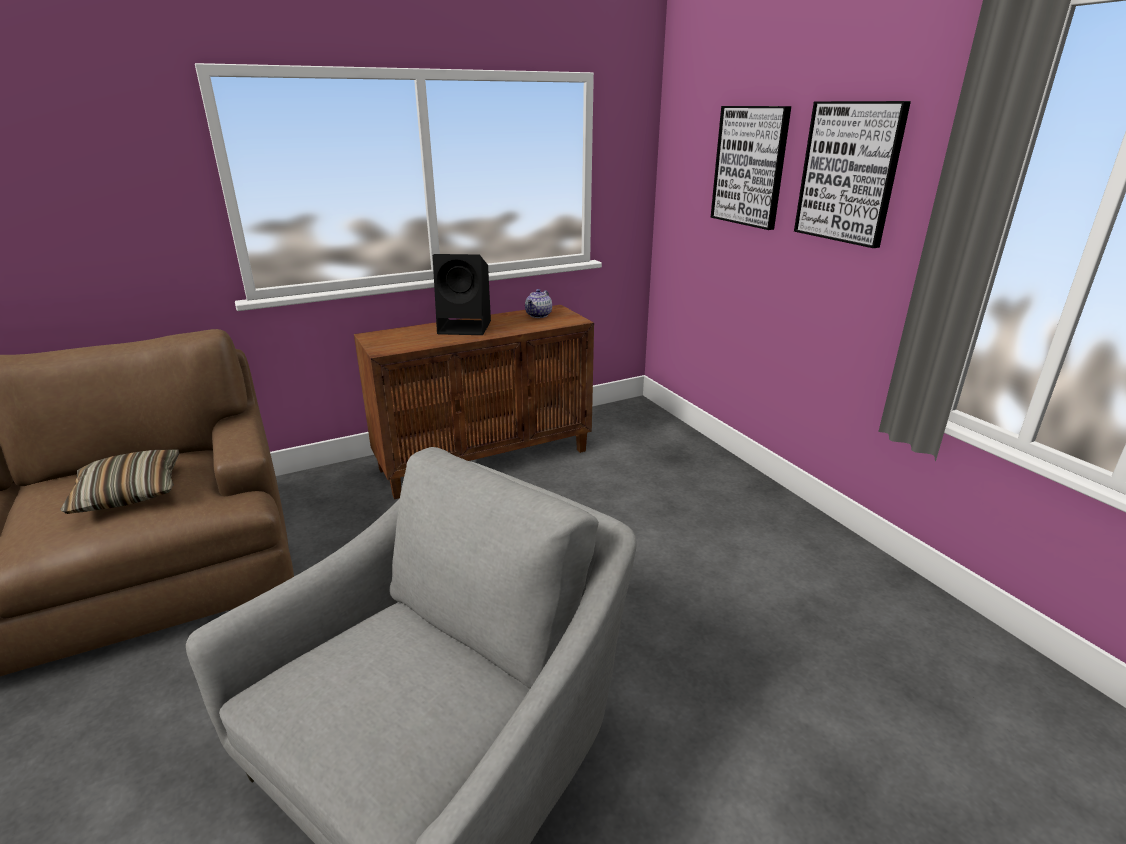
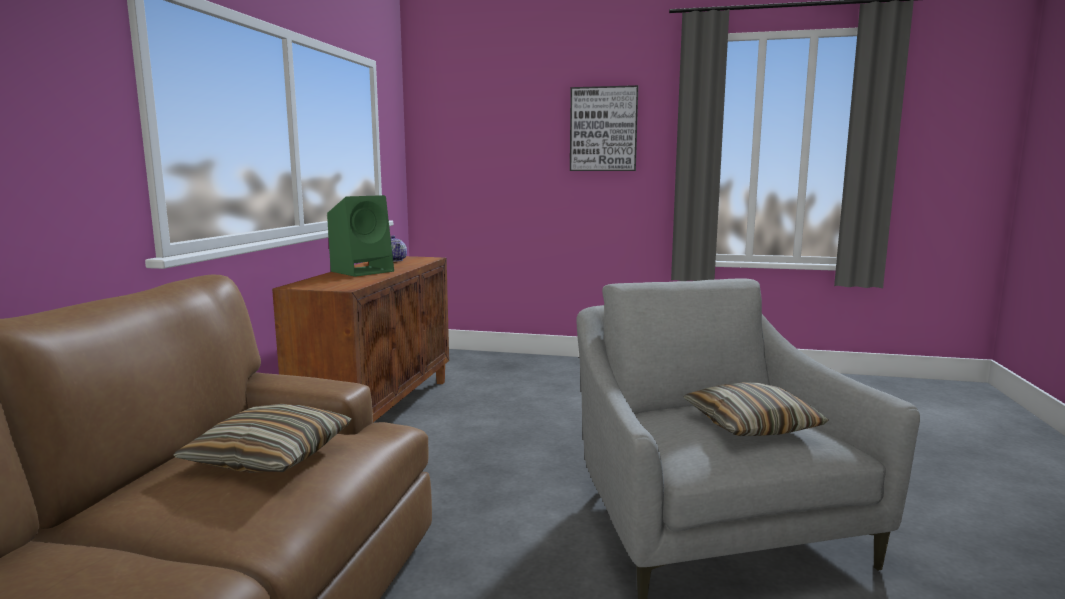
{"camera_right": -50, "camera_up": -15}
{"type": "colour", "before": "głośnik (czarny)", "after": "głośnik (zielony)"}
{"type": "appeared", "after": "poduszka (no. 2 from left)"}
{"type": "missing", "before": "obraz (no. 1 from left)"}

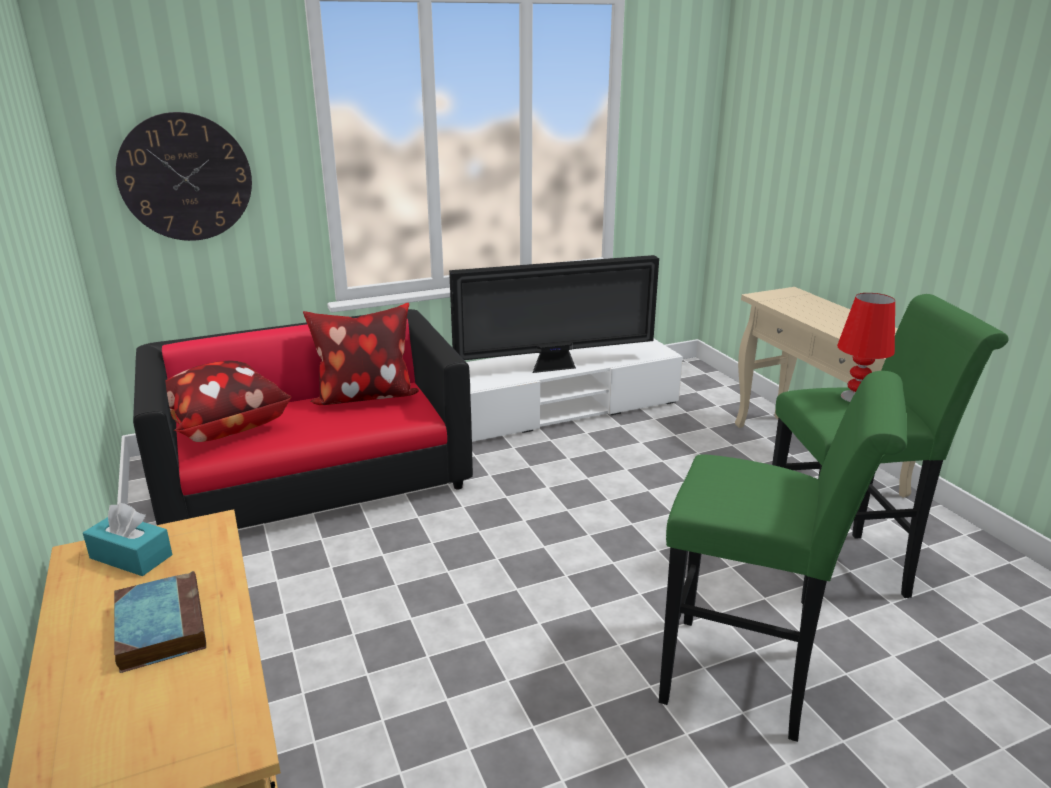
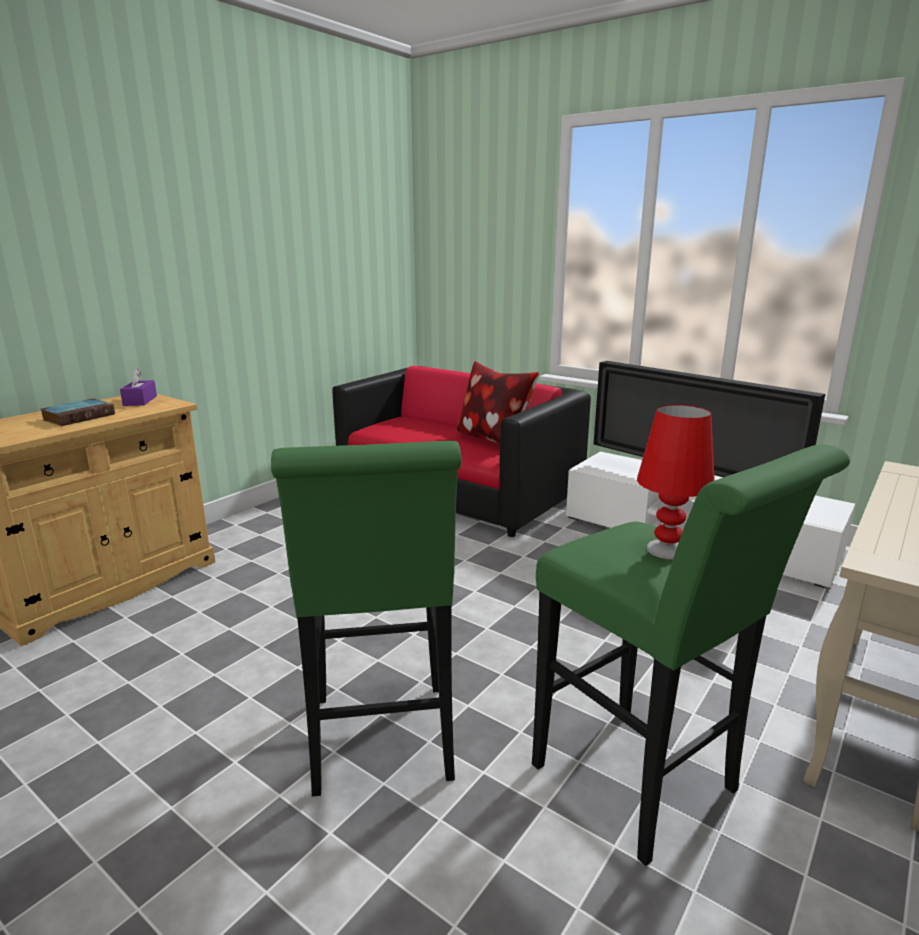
{"camera_right": 60, "camera_up": -5}
{"type": "colour", "before": "pudełko chusteczek (turkusowy)", "after": "pudełko chusteczek (fioletowy)"}
{"type": "missing", "before": "zegar ścienny"}
{"type": "missing", "before": "poduszka (no. 1 from left)"}

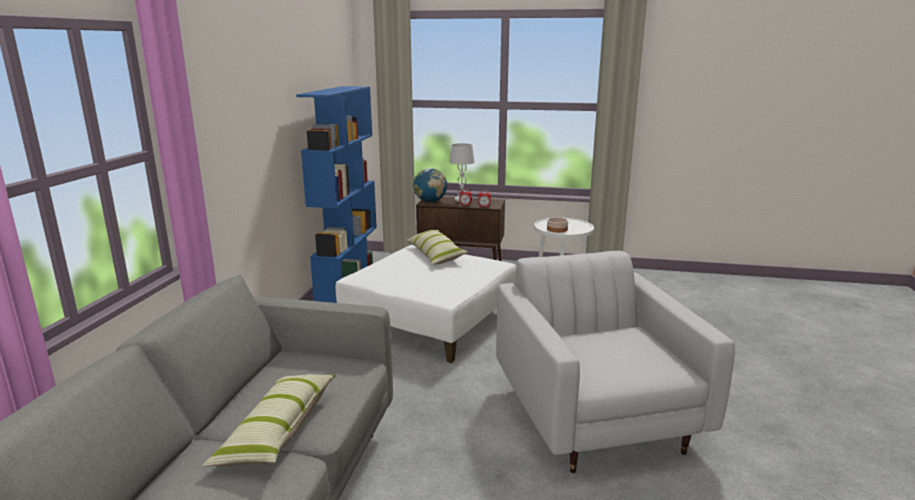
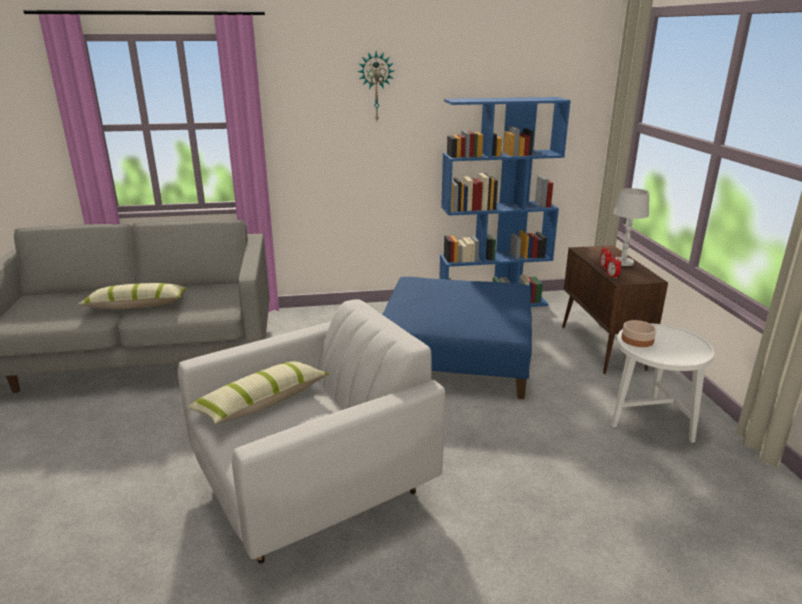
{"camera_right": 70, "camera_up": 5}
{"type": "relocated", "before": "poduszka (no. 2 from left)"}
{"type": "appeared", "after": "zegar ścienny"}
{"type": "colour", "before": "pufa (biały)", "after": "pufa (niebieski)"}
{"type": "missing", "before": "globus"}

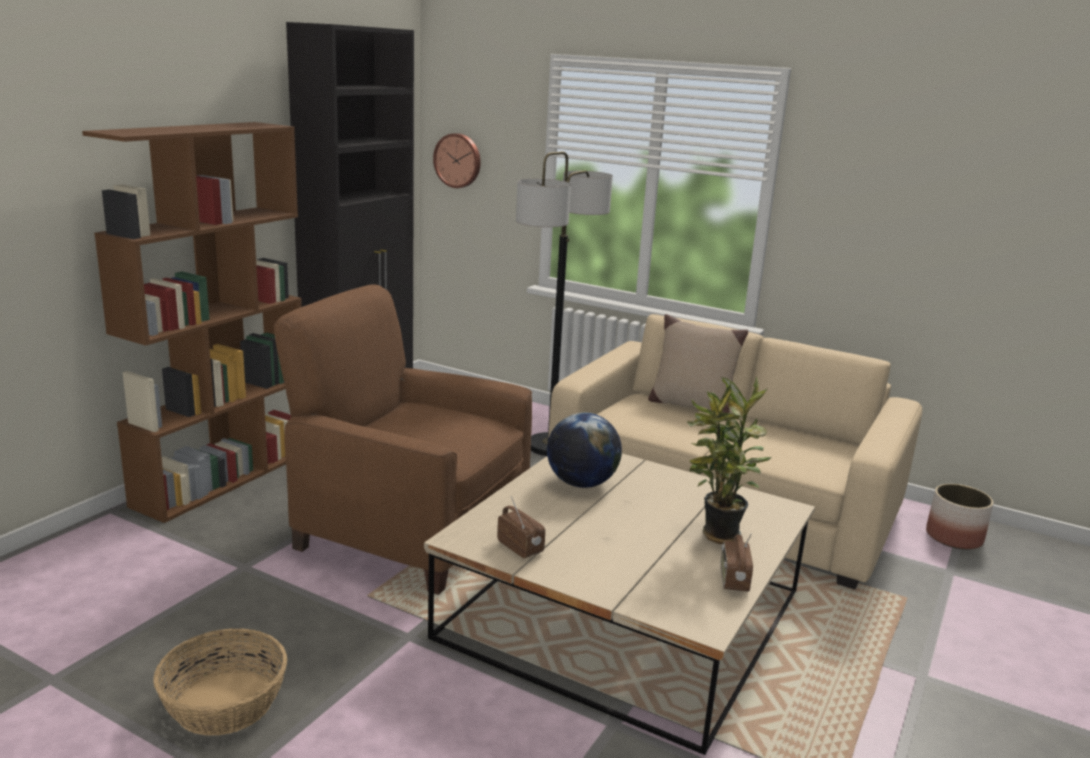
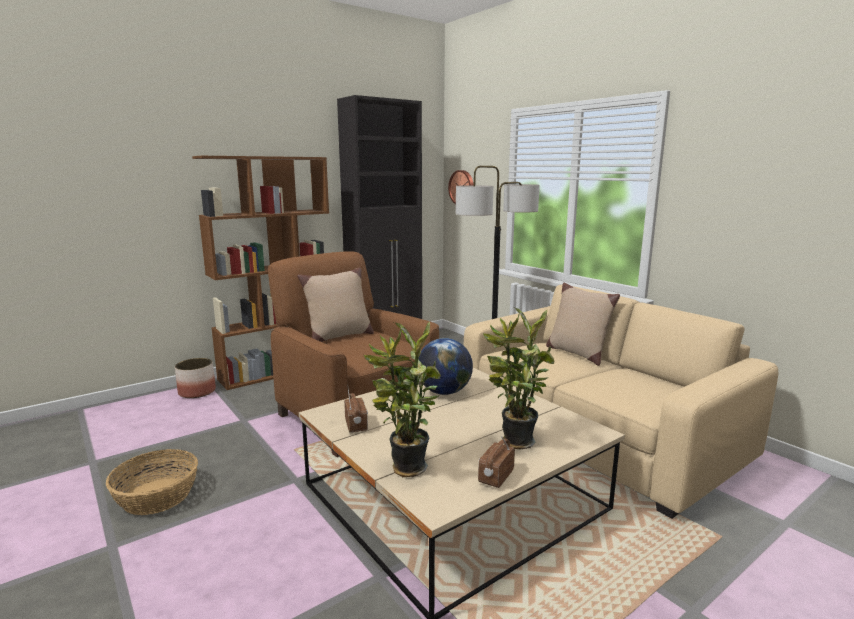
{"camera_right": 25, "camera_up": -5}
{"type": "relocated", "before": "donica"}
{"type": "appeared", "after": "poduszka (beżowy) (no. 1 from left)"}
{"type": "appeared", "after": "roślina doniczkowa (no. 1 from left)"}

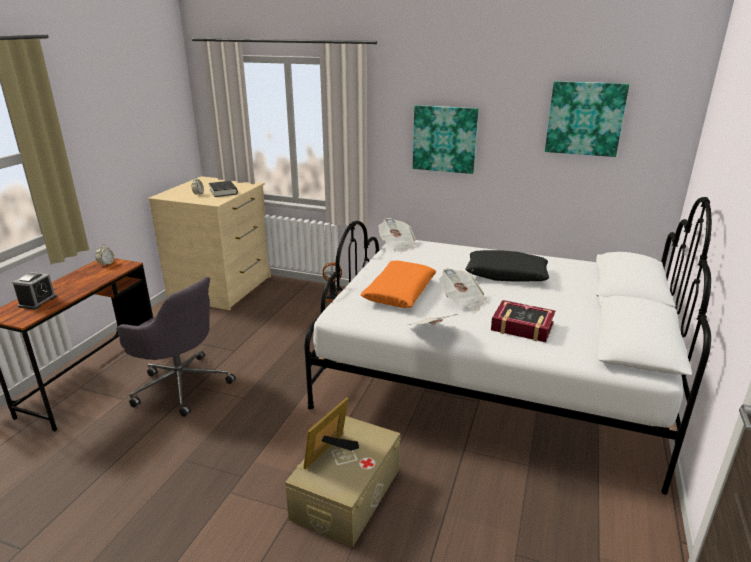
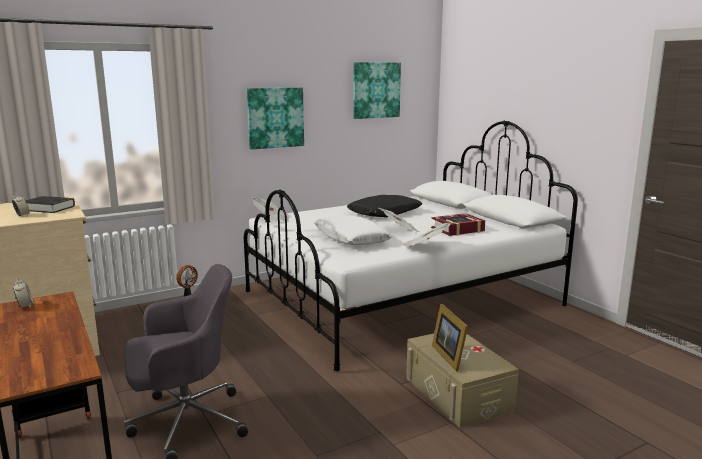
{"camera_right": -50, "camera_up": -10}
{"type": "colour", "before": "poduszka (pomarańczowy)", "after": "poduszka (biały)"}
{"type": "missing", "before": "budzik (no. 1 from left)"}

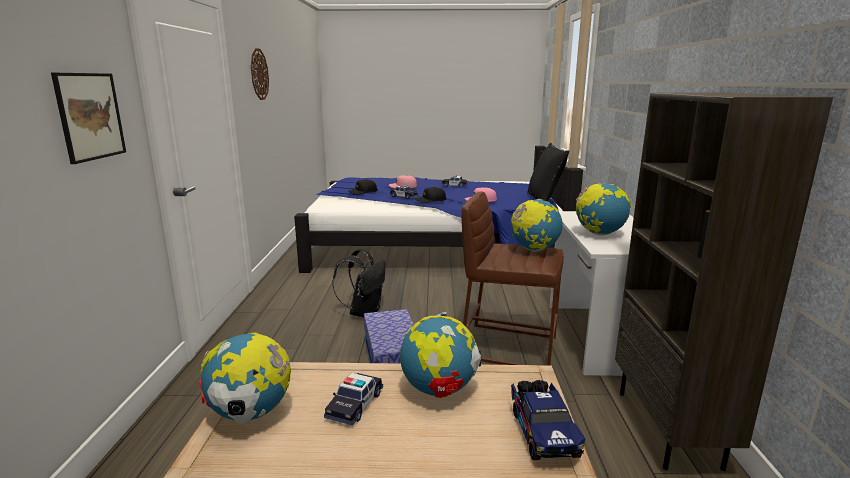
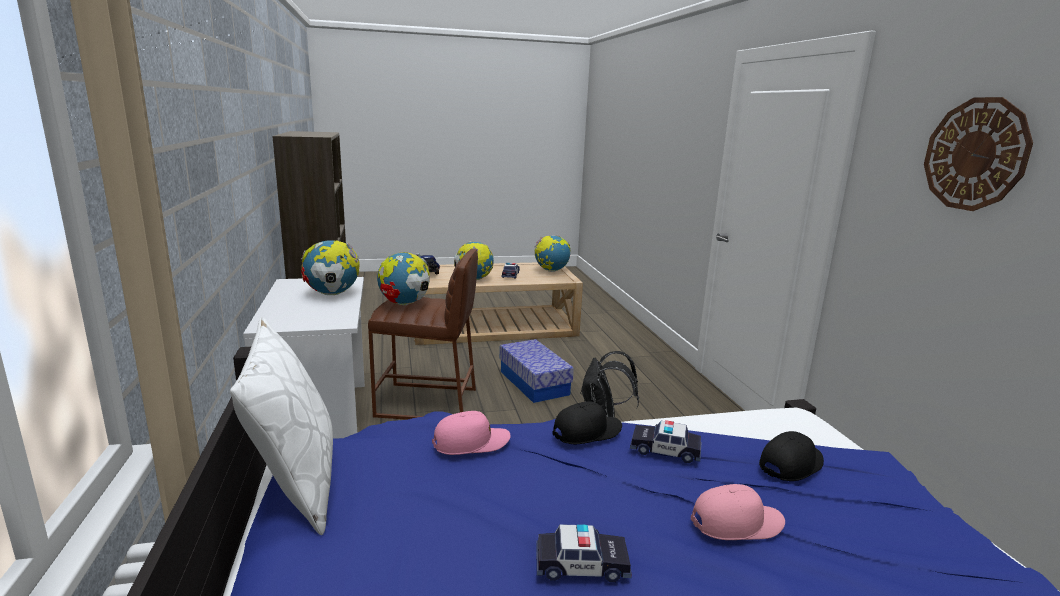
{"camera_right": 165, "camera_up": 0}
{"type": "colour", "before": "poduszka (czarny)", "after": "poduszka (biały)"}
{"type": "missing", "before": "obraz"}

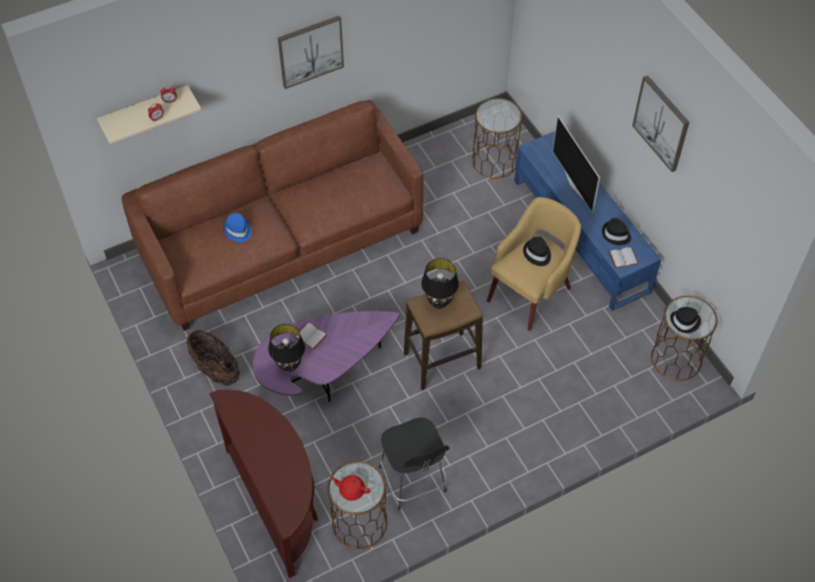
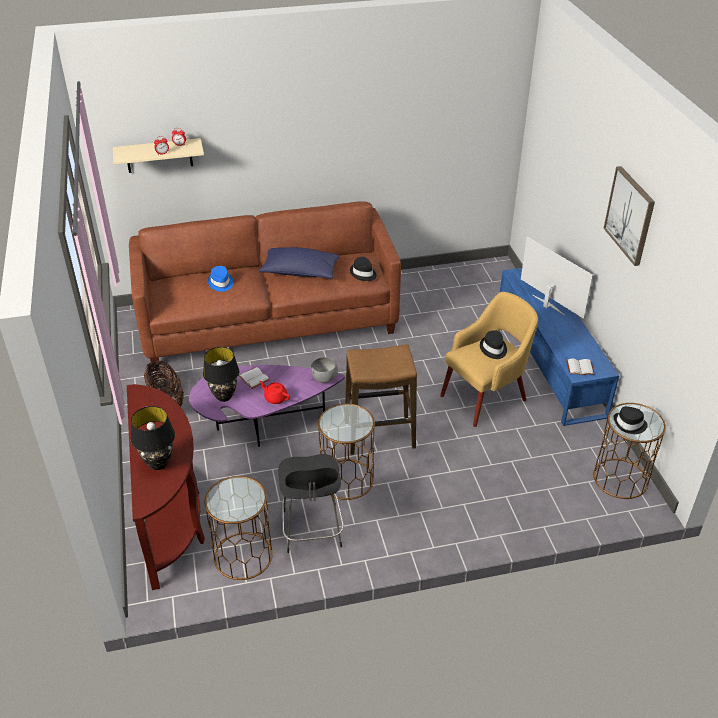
{"camera_right": 15, "camera_up": -15}
{"type": "relocated", "before": "lampa stołowa (czarny) (no. 2 from left in the first image)", "after": "lampa stołowa (czarny) (no. 1 from left)"}
{"type": "appeared", "after": "poduszka (niebieski)"}
{"type": "relocated", "before": "imbryk (czerwony)"}
{"type": "appeared", "after": "miska (szary)"}
{"type": "relocated", "before": "stolik (brązowy) (no. 2 from left)"}
{"type": "relocated", "before": "kapelusz (czarny) (no. 2 from left in the first image)", "after": "kapelusz (czarny) (no. 1 from left)"}
{"type": "spun", "before": "telewizor", "turn": 150}
{"type": "missing", "before": "obraz (no. 1 from left)"}

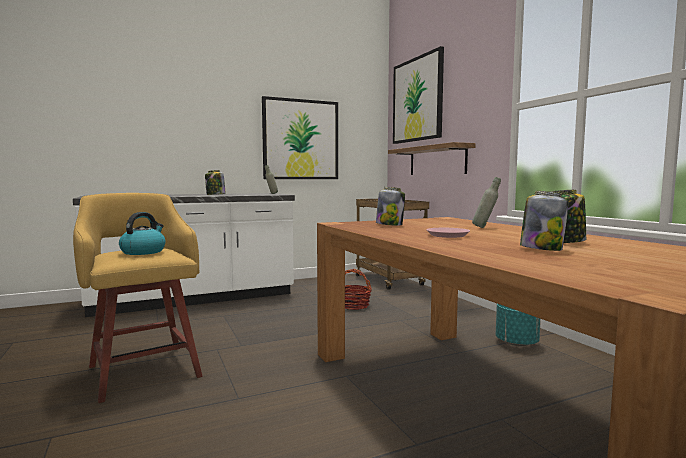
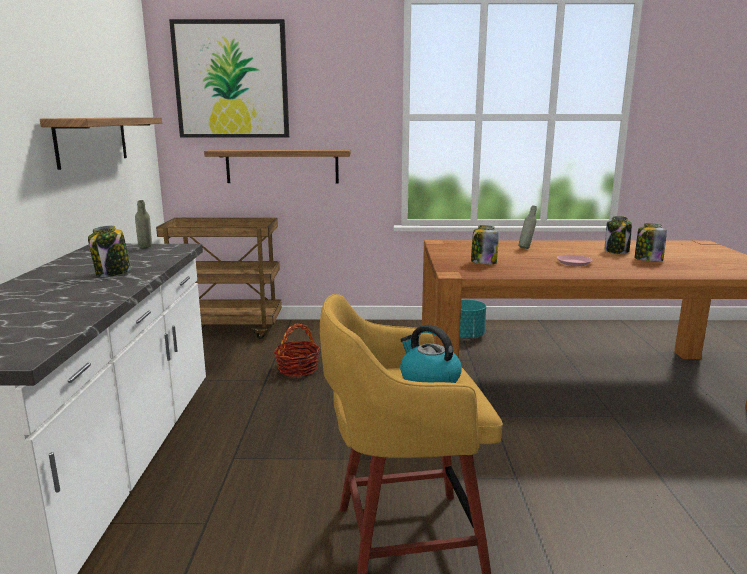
{"camera_right": -65, "camera_up": 10}
{"type": "exchanged", "before": "obraz (no. 1 from left)", "after": "półka (no. 1 from left)"}

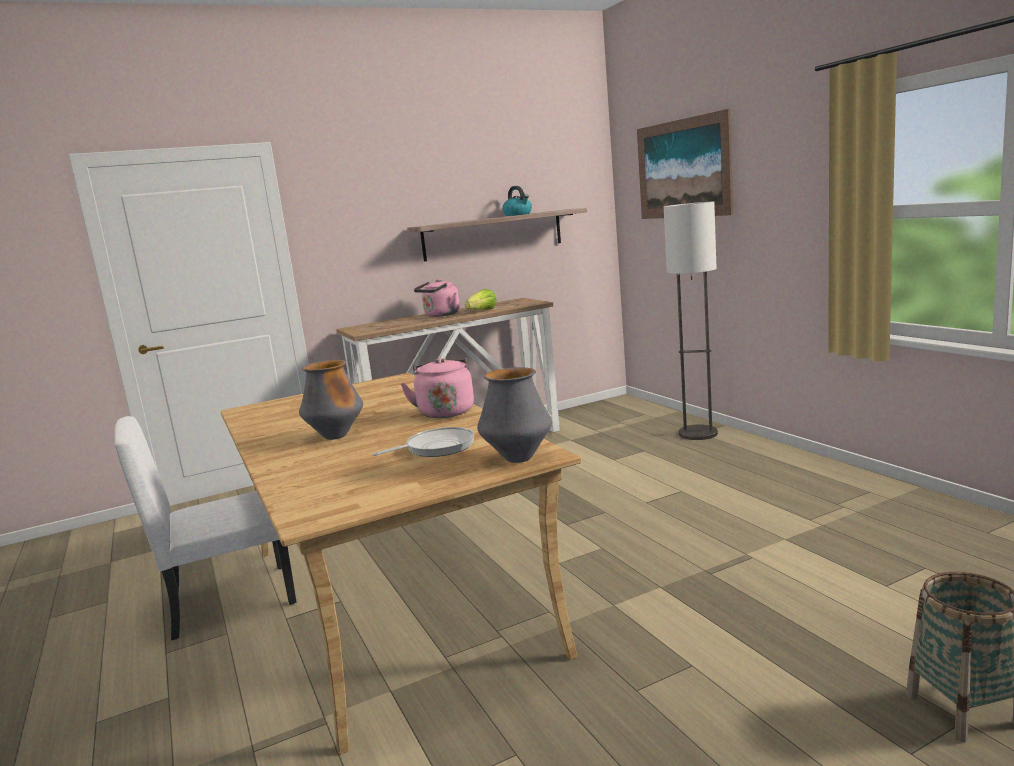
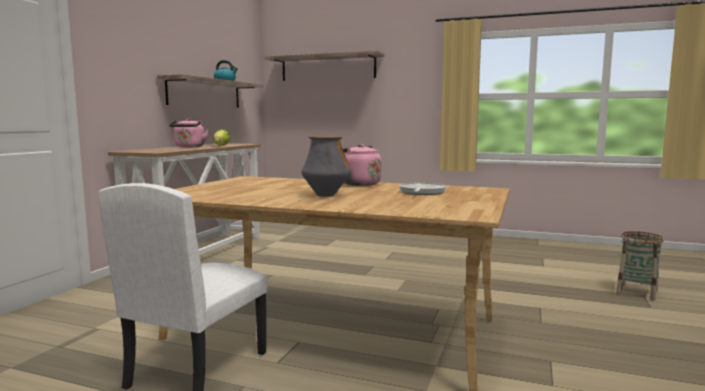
{"camera_right": -45, "camera_up": -5}
{"type": "exchanged", "before": "obraz", "after": "półka (no. 2 from left)"}
{"type": "missing", "before": "wazon (no. 2 from left)"}
{"type": "missing", "before": "lampa stojąca"}

